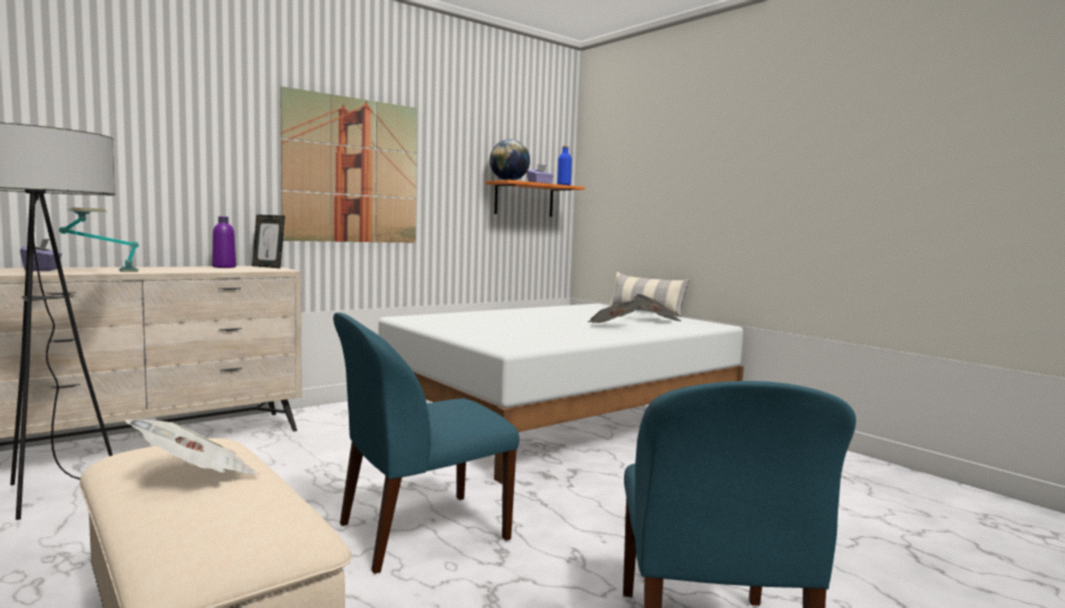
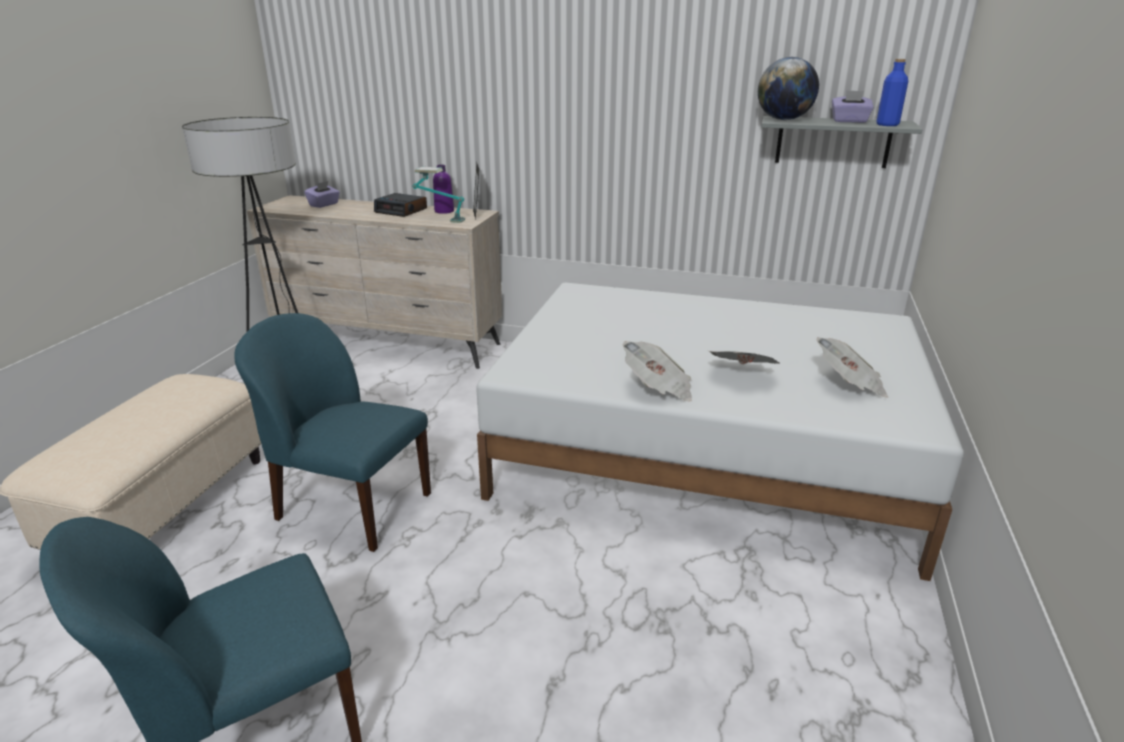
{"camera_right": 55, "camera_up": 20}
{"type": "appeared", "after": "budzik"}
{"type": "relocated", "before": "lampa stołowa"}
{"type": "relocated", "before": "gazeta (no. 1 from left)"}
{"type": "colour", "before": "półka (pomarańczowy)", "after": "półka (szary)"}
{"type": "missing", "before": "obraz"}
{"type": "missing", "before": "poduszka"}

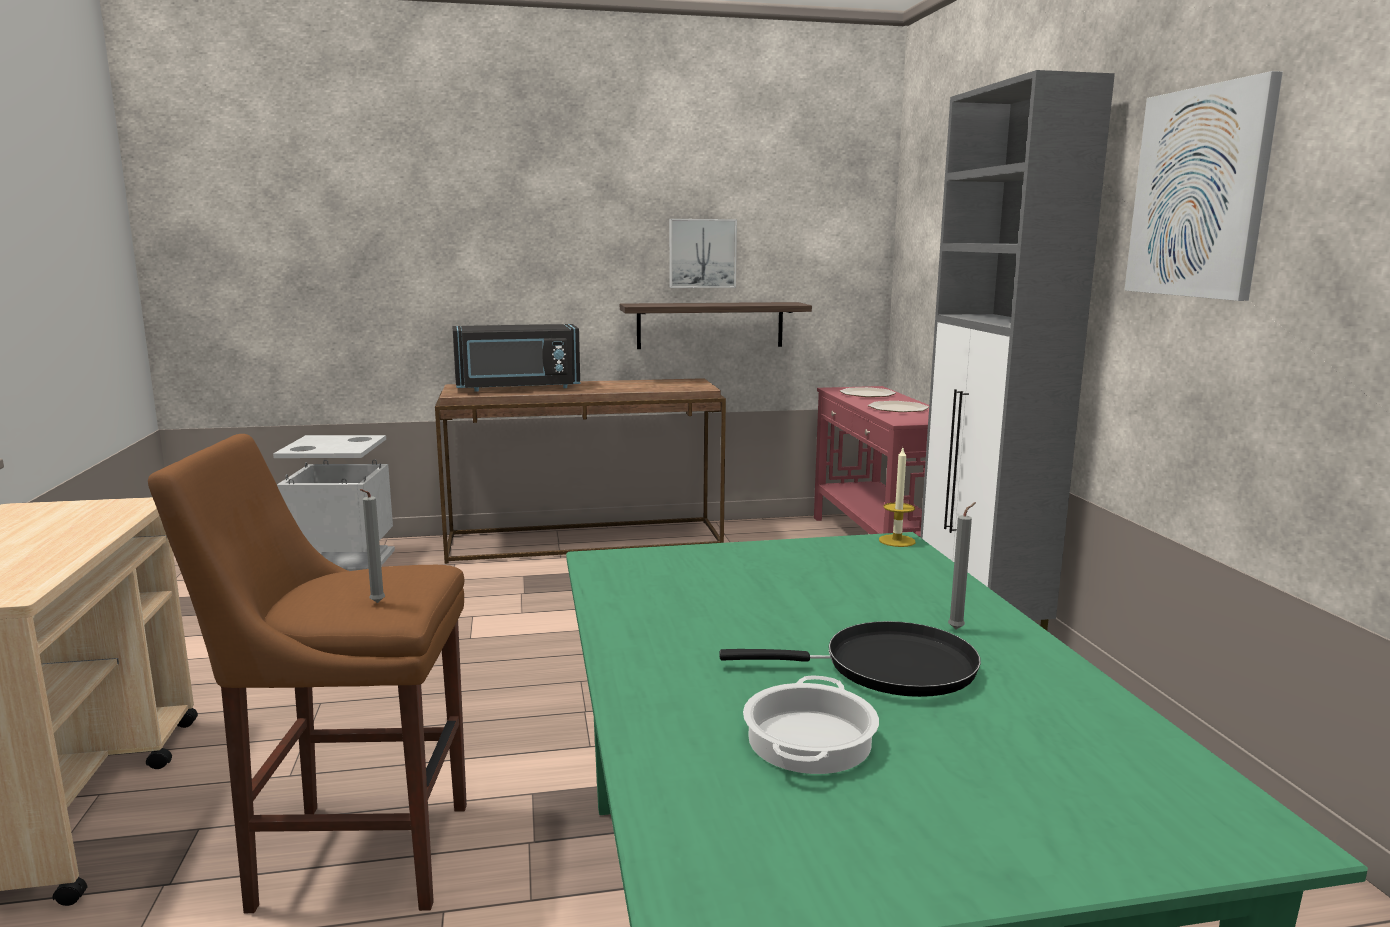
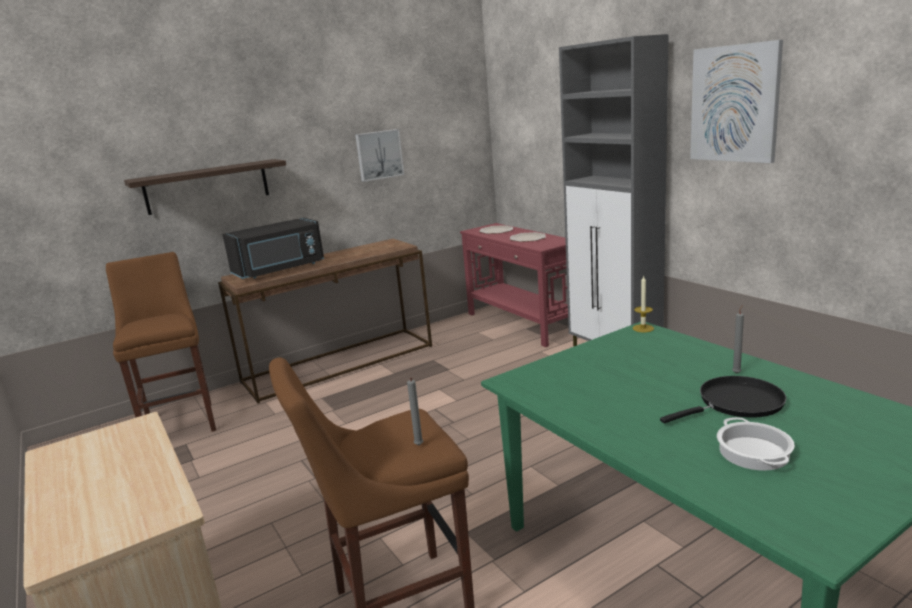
{"camera_right": -20, "camera_up": 5}
{"type": "exchanged", "before": "kosz na śmieci (szary)", "after": "stołek (brązowy) (no. 1 from left)"}
{"type": "relocated", "before": "półka"}

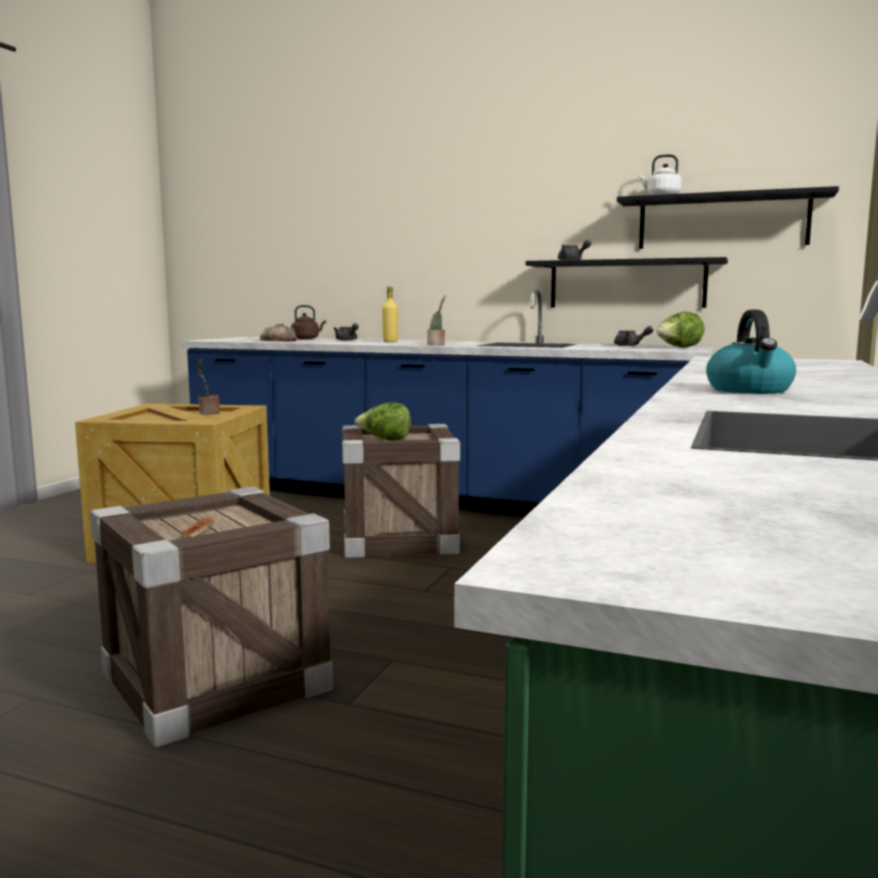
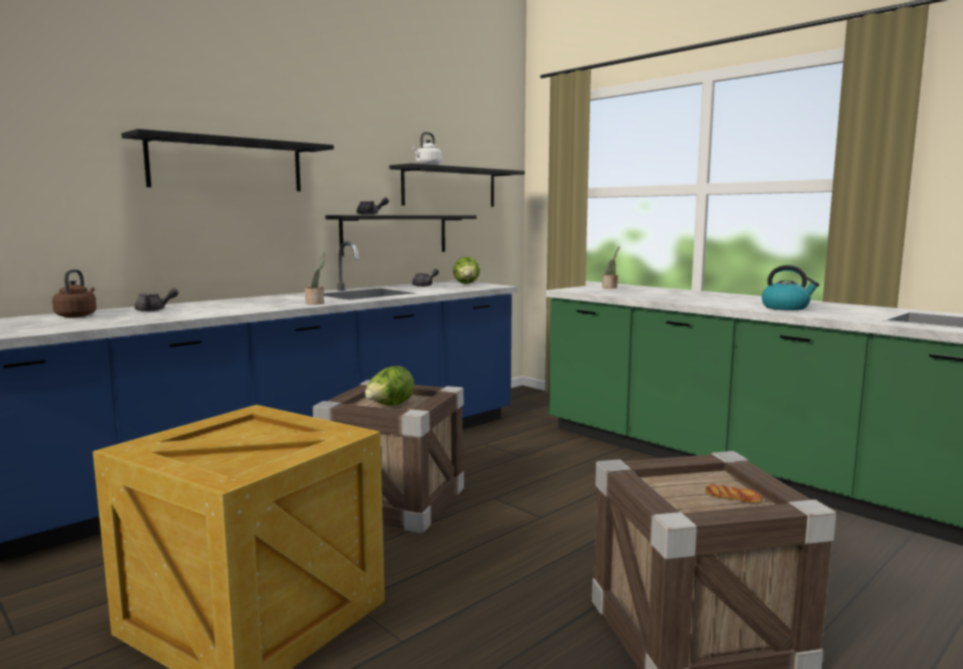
{"camera_right": -65, "camera_up": 0}
{"type": "appeared", "after": "półka (czarny) (no. 1 from left)"}
{"type": "relocated", "before": "roślina doniczkowa (no. 1 from left in the first image)", "after": "roślina doniczkowa (no. 2 from left)"}
{"type": "missing", "before": "chleb (no. 2 from left)"}
{"type": "missing", "before": "butelka (żółty)"}

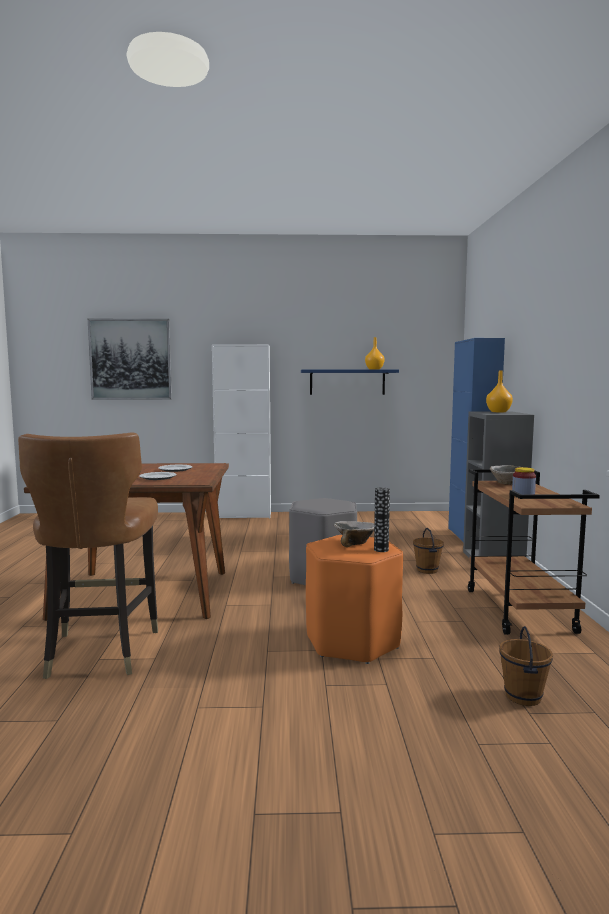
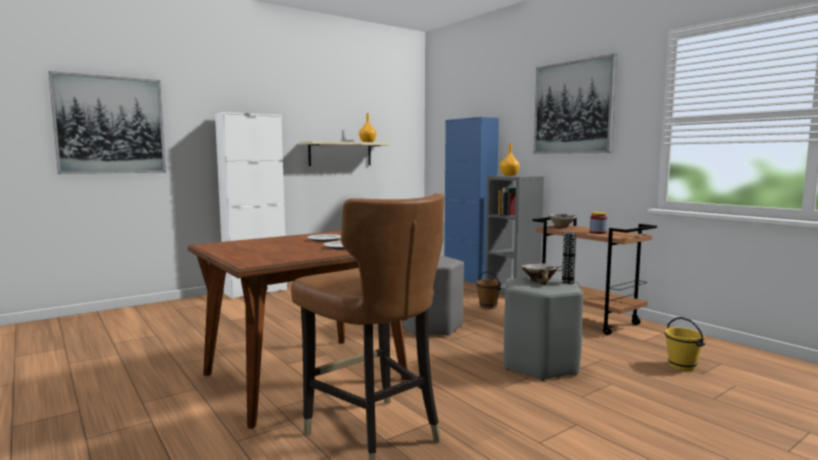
{"camera_right": -35, "camera_up": 0}
{"type": "colour", "before": "półka (niebieski)", "after": "półka (beżowy)"}
{"type": "colour", "before": "stołek (pomarańczowy)", "after": "stołek (szary) (no. 2 from left)"}
{"type": "appeared", "after": "obraz (no. 2 from left)"}
{"type": "colour", "before": "wiadro (brązowy) (no. 2 from left)", "after": "wiadro (żółty)"}

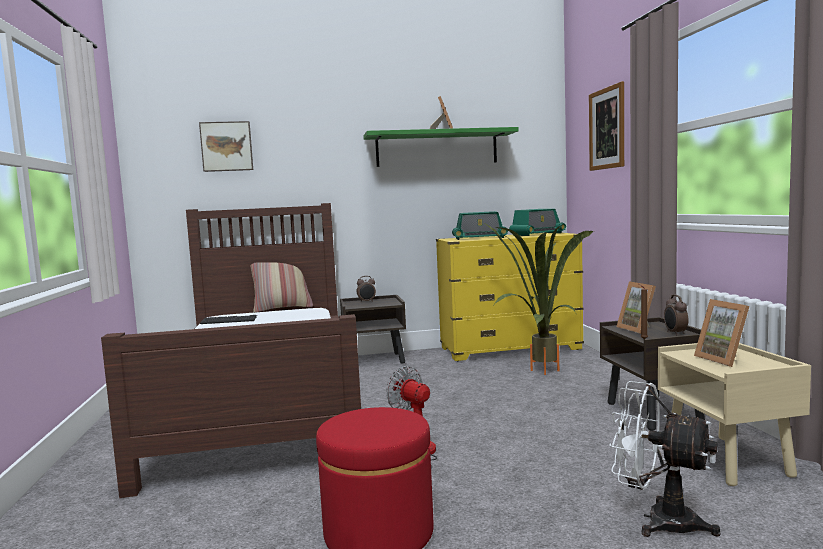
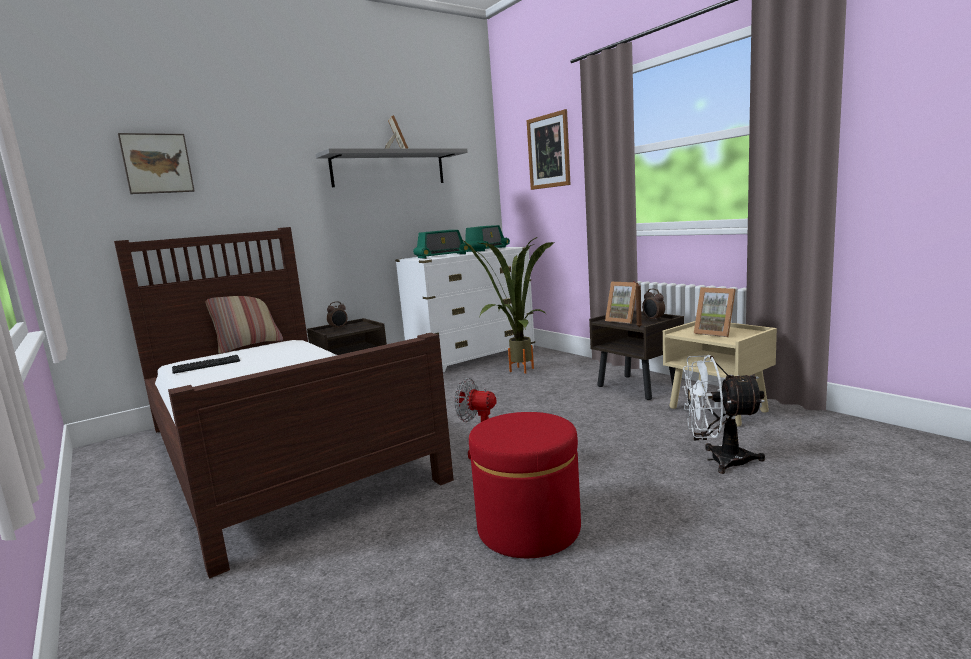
{"camera_right": -25, "camera_up": 5}
{"type": "colour", "before": "półka (zielony)", "after": "półka (szary)"}
{"type": "colour", "before": "komoda (żółty)", "after": "komoda (biały)"}

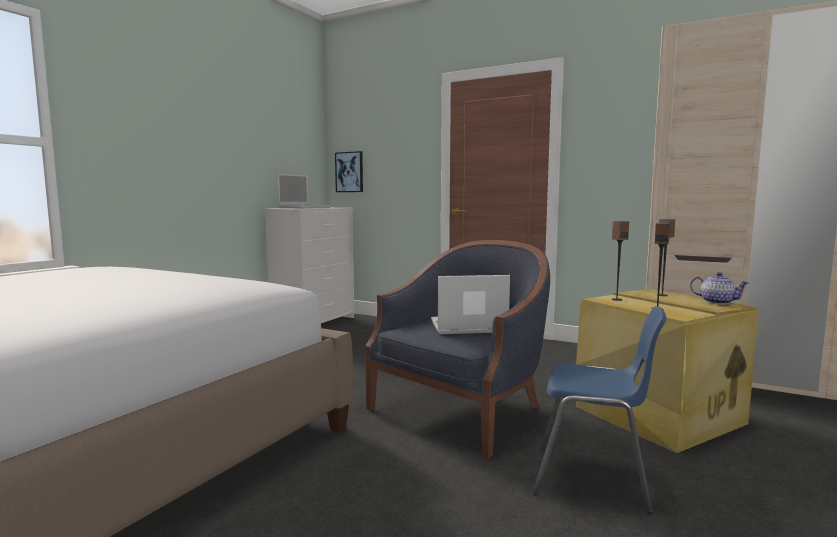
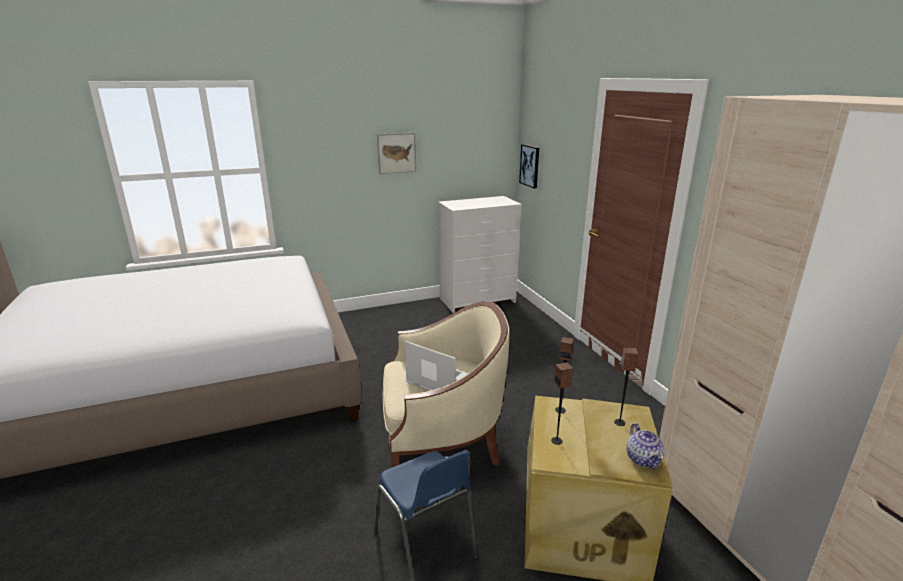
{"camera_right": 40, "camera_up": 15}
{"type": "appeared", "after": "obraz (no. 1 from left)"}
{"type": "colour", "before": "fotel (niebieski)", "after": "fotel (beżowy)"}
{"type": "missing", "before": "laptop (no. 1 from left)"}

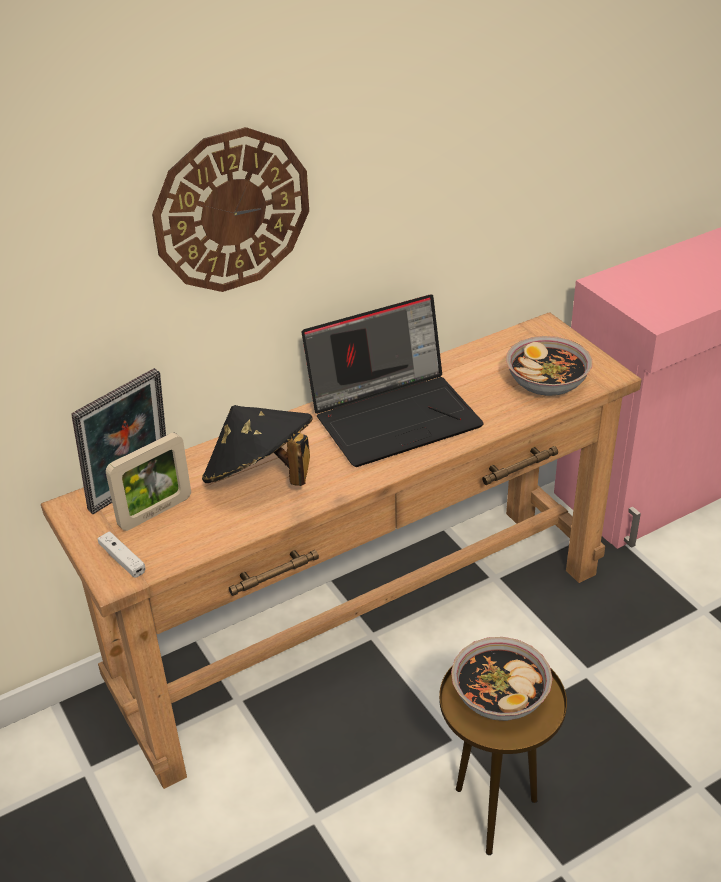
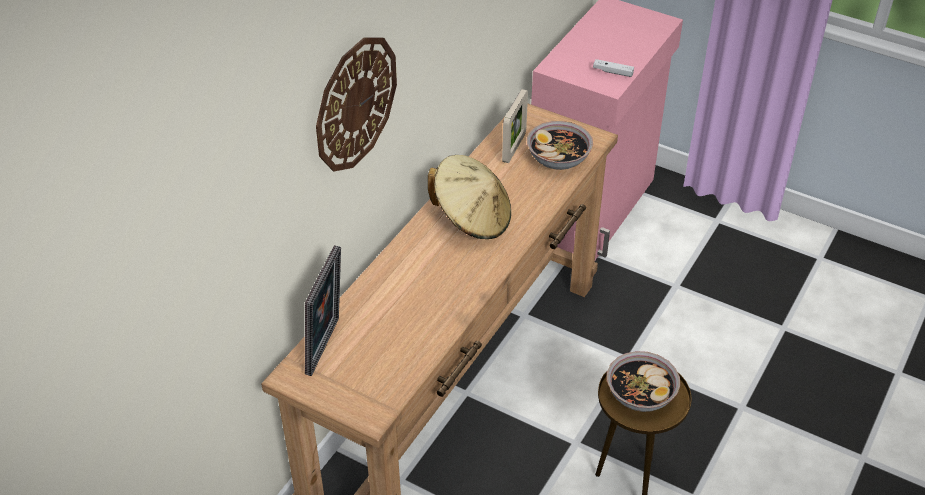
{"camera_right": -30, "camera_up": 5}
{"type": "exchanged", "before": "laptop", "after": "kapelusz (beżowy)"}
{"type": "relocated", "before": "ramka na zdjęcie (no. 2 from left)"}
{"type": "relocated", "before": "pad do gier (biały)"}
{"type": "missing", "before": "kapelusz (czarny)"}

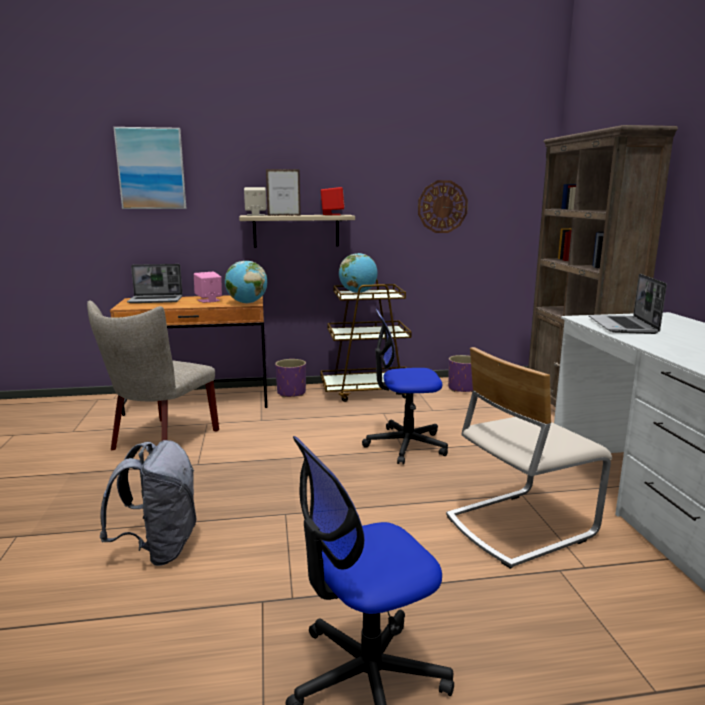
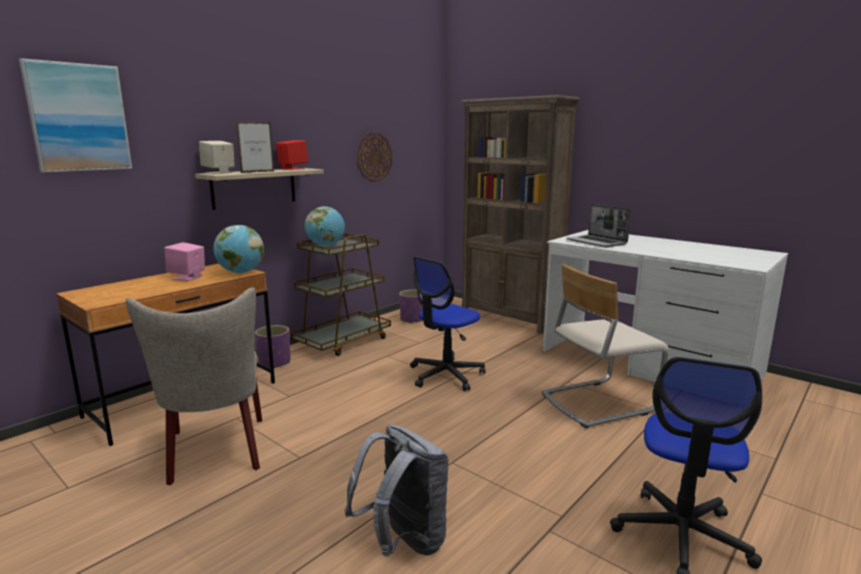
{"camera_right": -40, "camera_up": 0}
{"type": "spun", "before": "krzesło (beżowy) (no. 2 from left)", "turn": 45}
{"type": "missing", "before": "laptop (no. 1 from left)"}

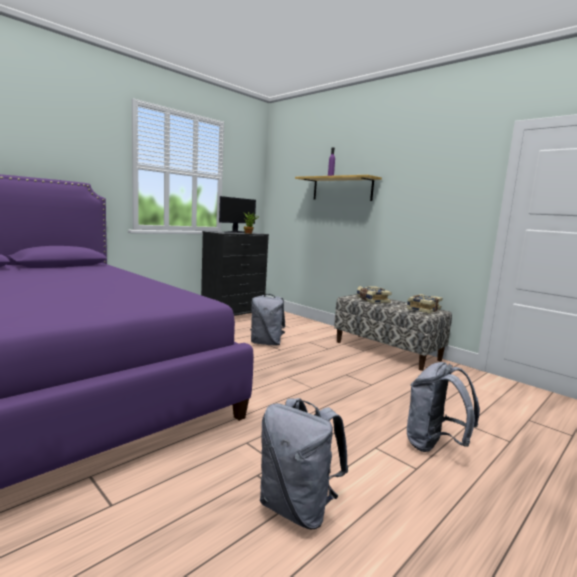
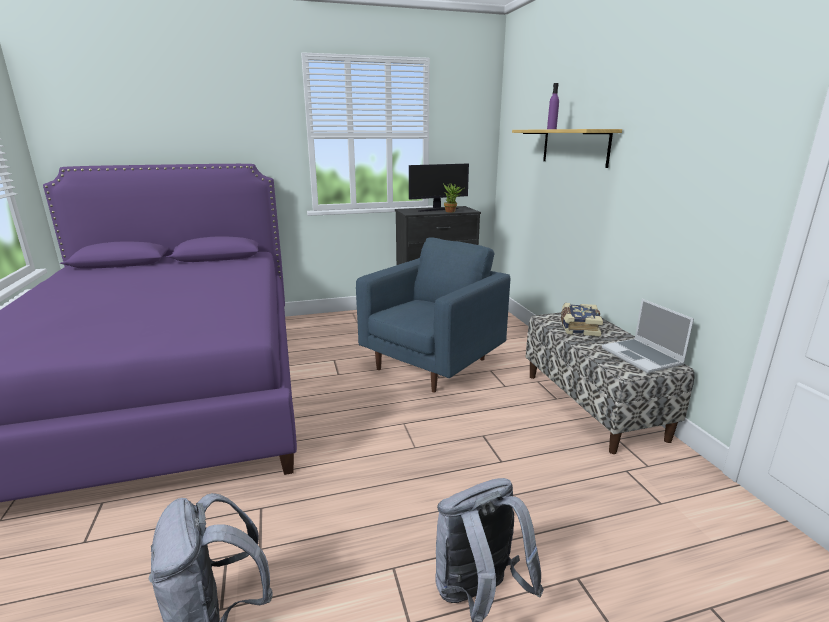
{"camera_right": 30, "camera_up": 10}
{"type": "exchanged", "before": "plecak (szary) (no. 1 from left)", "after": "fotel (niebieski)"}
{"type": "exchanged", "before": "książka (no. 2 from left)", "after": "laptop"}

